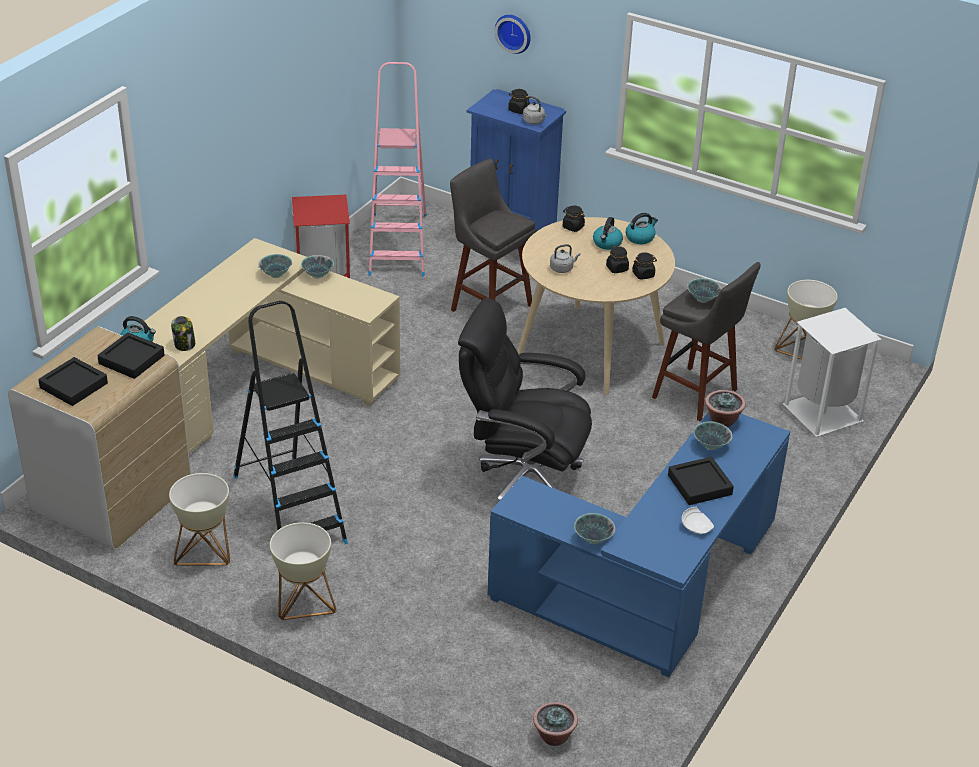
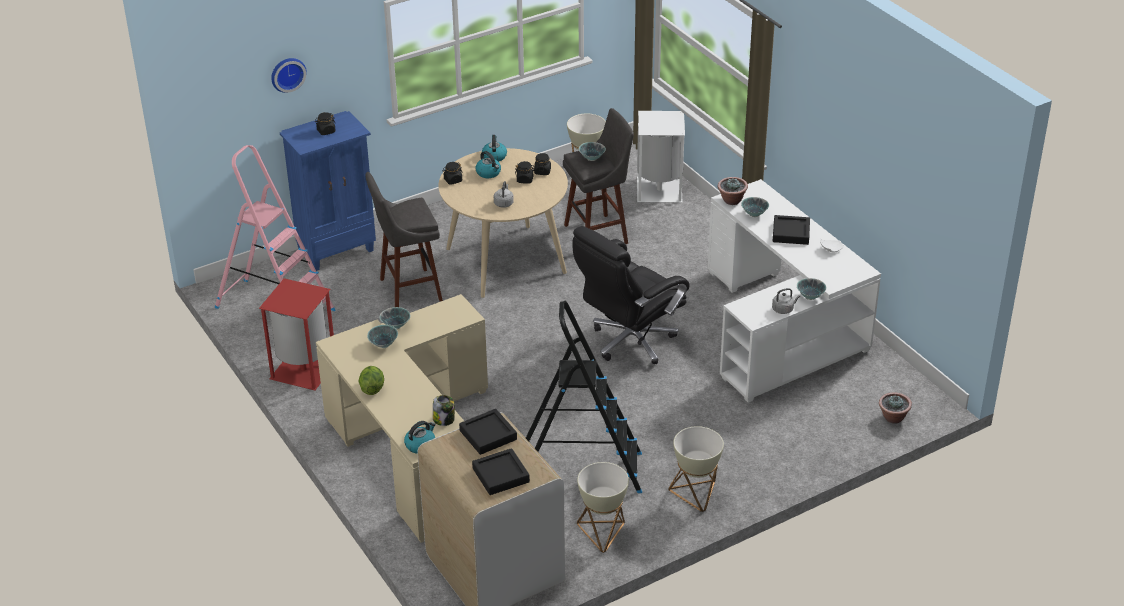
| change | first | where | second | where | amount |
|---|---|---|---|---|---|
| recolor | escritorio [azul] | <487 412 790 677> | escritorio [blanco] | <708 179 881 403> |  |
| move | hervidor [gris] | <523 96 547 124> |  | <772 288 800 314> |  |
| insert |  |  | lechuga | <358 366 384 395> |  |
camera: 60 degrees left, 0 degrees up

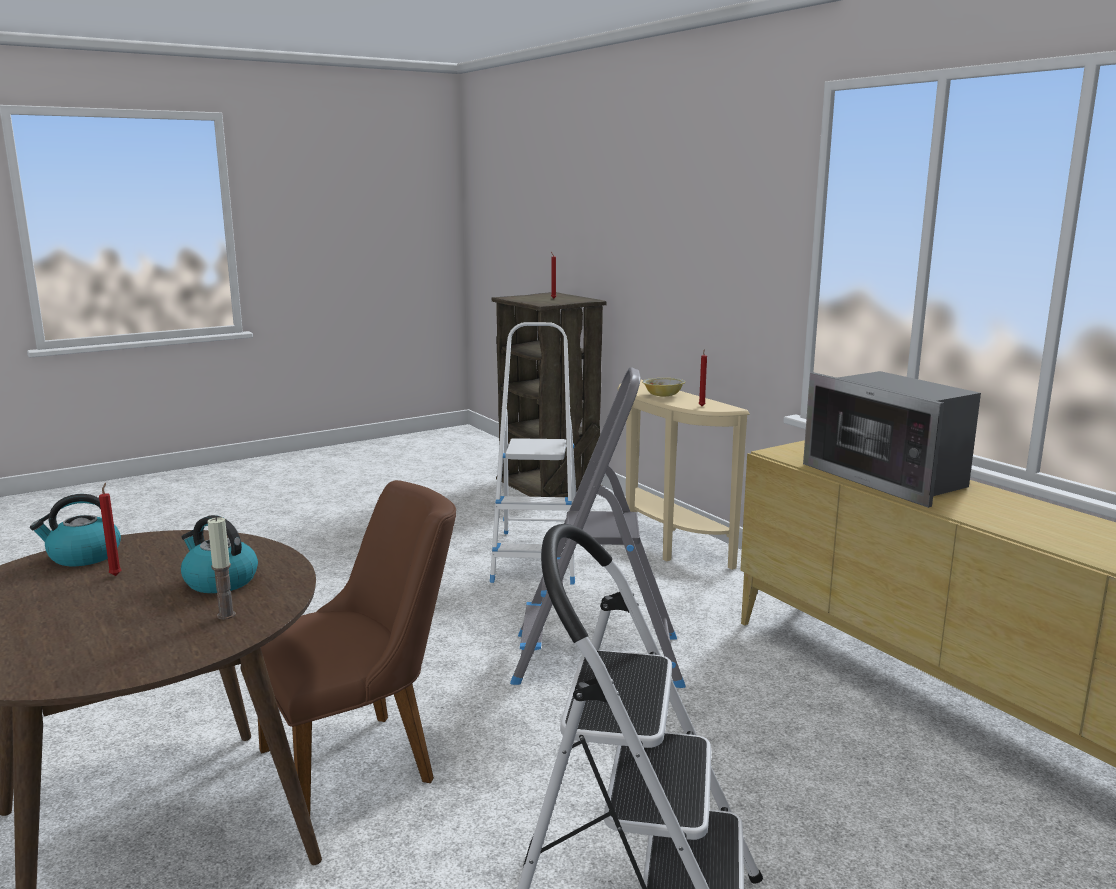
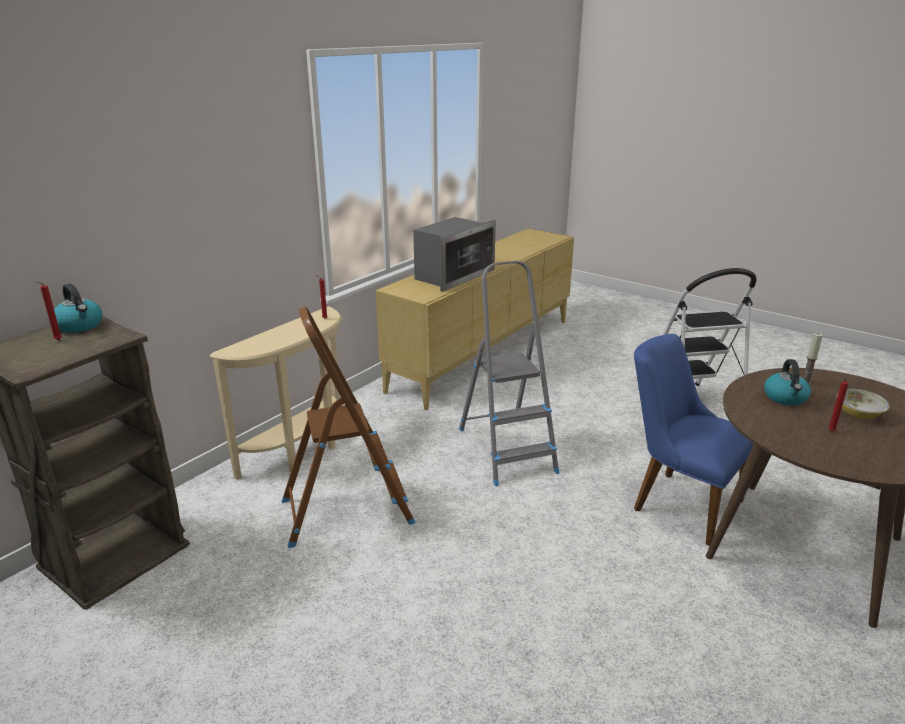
| change | first | where | second | where | amount |
|---|---|---|---|---|---|
| move | hervidor | <30 494 121 566> |  | <54 283 102 333> |  |
| recolor | silla [marrón] | <258 480 456 816> | silla [azul] | <634 334 754 546> |  |
| recolor | escalera de tijera [blanco] | <490 322 576 585> | escalera de tijera [marrón] | <282 306 416 548> |  |
| move | cuenco | <642 378 685 397> |  | <836 389 890 419> |  |
camera: 110 degrees left, 10 degrees up

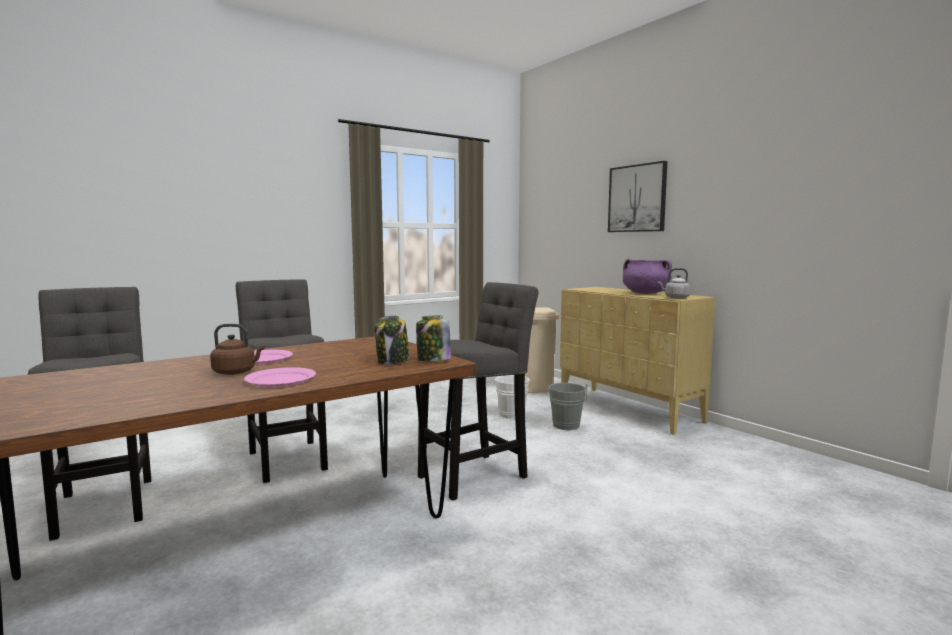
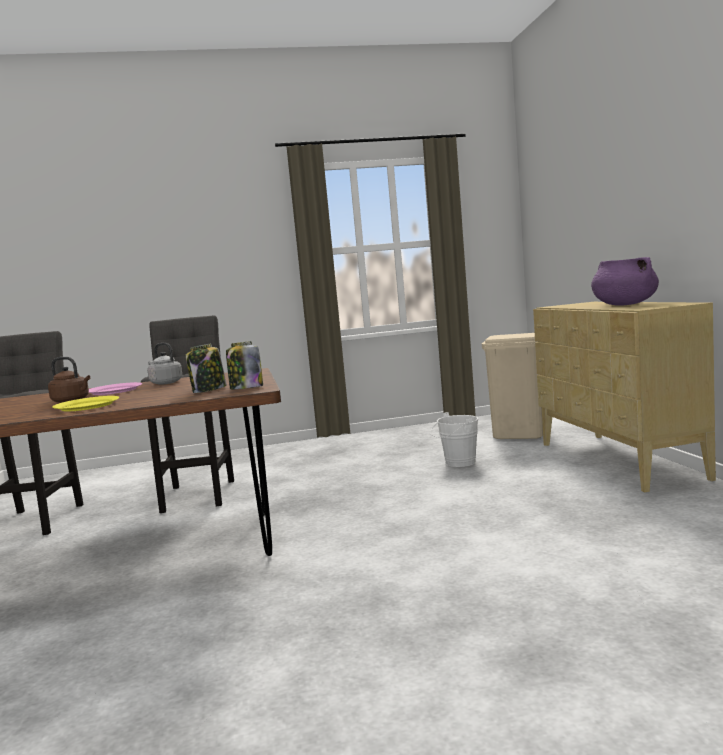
| change | first | where | second | where | amount |
|---|---|---|---|---|---|
| recolor | plato [rosa] | <244 367 316 387> | plato [amarillo] | <52 396 119 412> |  |
| delete | taburete [gris] | <418 282 538 501> |  |  |  |
| delete | cubo [gris] | <547 383 587 430> |  |  |  |
| delete | cuadro | <608 161 667 232> |  |  |  |
| move | hervidor [gris] | <658 268 691 299> |  | <147 343 182 385> |  |
camera: 25 degrees right, 0 degrees up

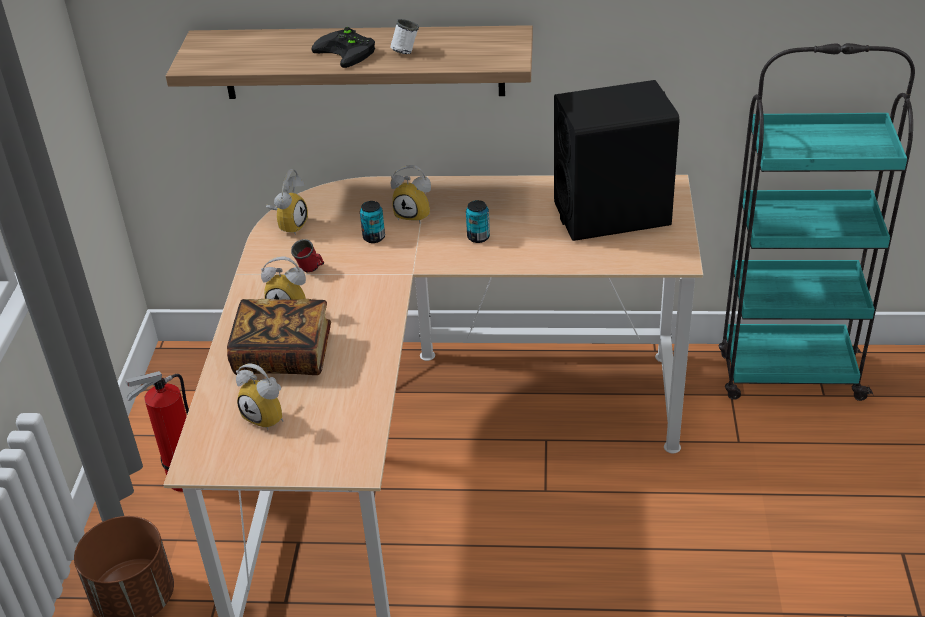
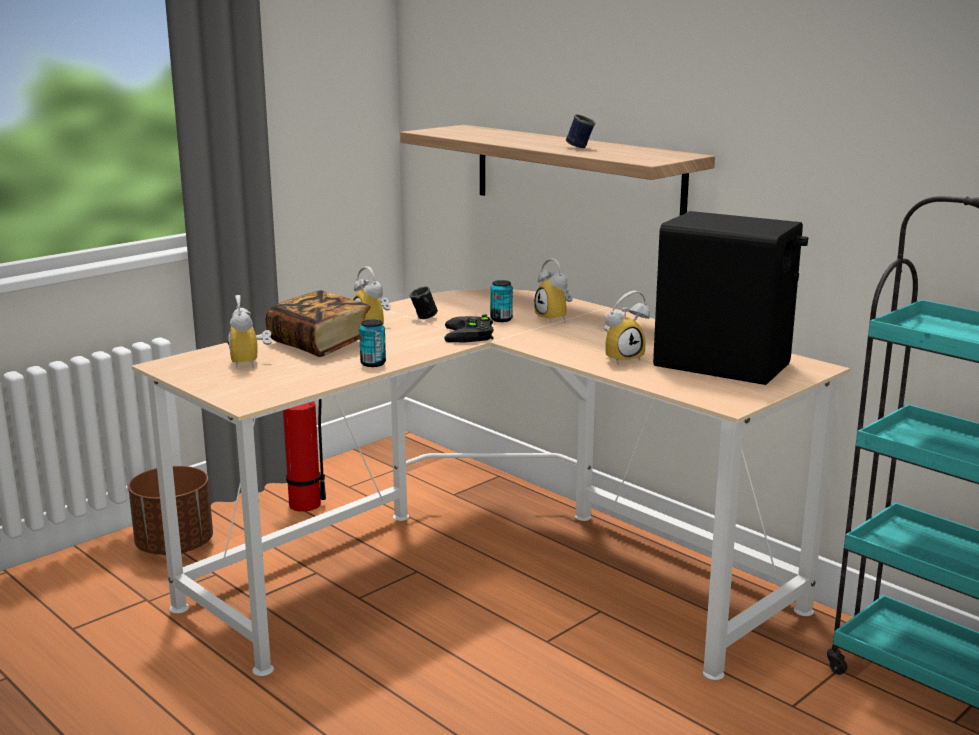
| change | first | where | second | where | amount |
|---|---|---|---|---|---|
| move | despertador | <266 169 308 235> |  | <604 291 650 365> |  |
| recolor | taza grande [rojo] | <291 239 324 272> | taza grande [negro] | <409 286 438 319> |  |
| move | mando de consola [negro] | <311 27 375 68> |  | <445 315 494 342> |  |
| recolor | taza grande [blanco] | <391 19 419 54> | taza grande [azul] | <566 114 595 148> |  |
| move | lata | <466 200 490 243> |  | <359 319 386 367> |  |
camera: 40 degrees right, 20 degrees down

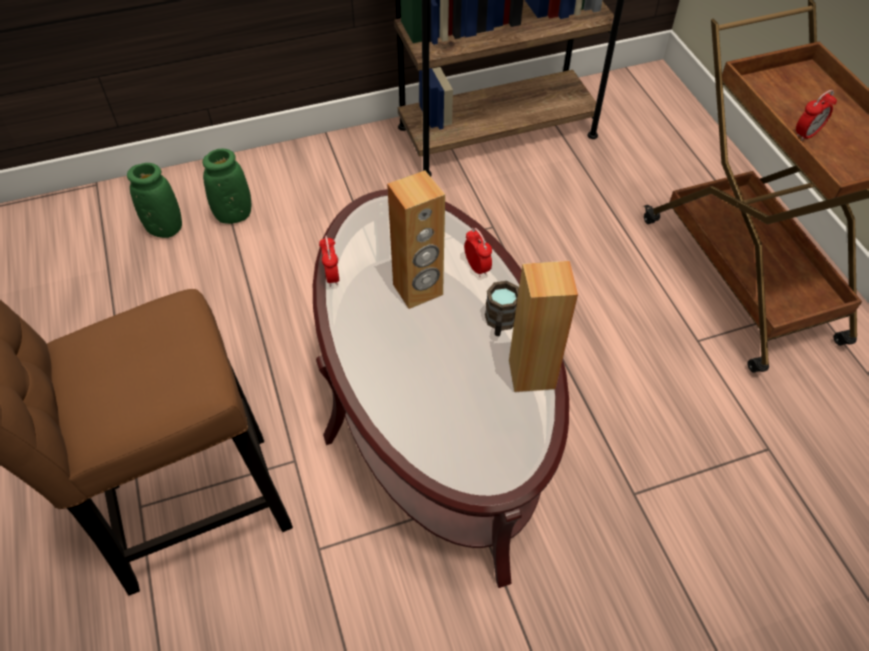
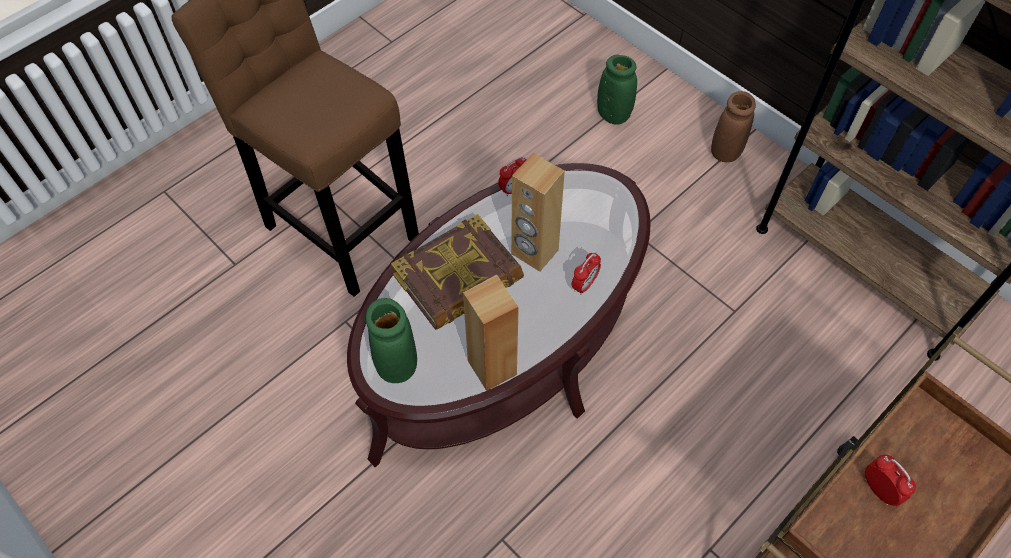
| change | first | where | second | where | amount |
|---|---|---|---|---|---|
| move | florero [verde] | <127 163 182 238> |  | <366 298 417 383> |  |
| delete | taza grande [marrón] | <485 281 519 336> |  |  |  |
| rotate | despertador | <796 90 837 141> |  | <865 455 916 506> | 150 degrees counterclockwise |
| insert |  |  | libro | <391 214 524 330> |  |
| insert |  |  | florero [marrón] | <711 91 756 162> |  |
camera: 65 degrees right, 5 degrees up

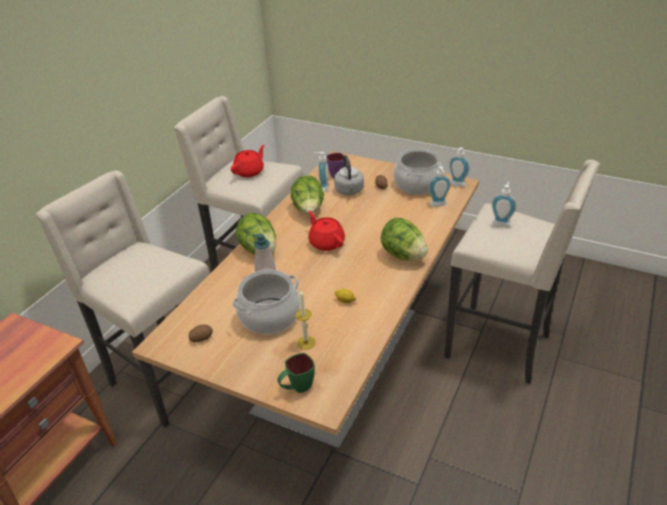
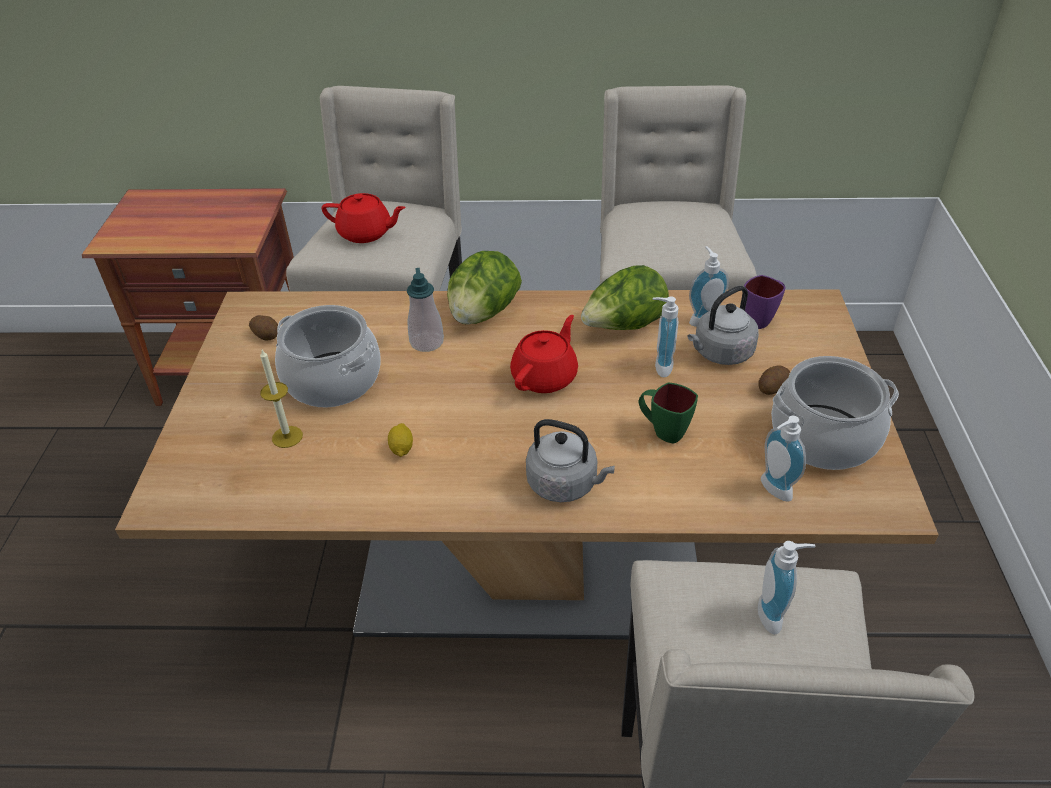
| change | first | where | second | where | amount |
|---|---|---|---|---|---|
| move | tetera [rojo] | <231 145 265 177> |  | <322 193 406 243> |  |
| move | taza grande [verde] | <277 353 315 393> |  | <639 382 698 444> |  |
| replace | lechuga | <381 218 428 261> | hervidor [gris] | <526 419 615 502> |  |
| move | dispensador de jabón | <449 147 470 187> |  | <653 296 678 378> |  |
camera: 65 degrees right, 5 degrees up

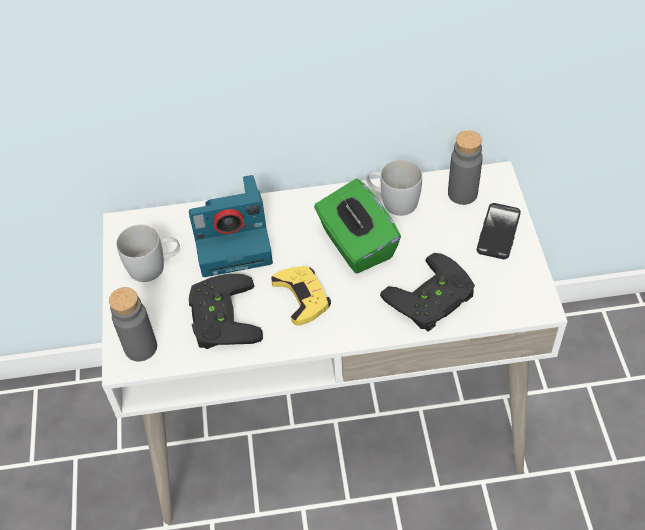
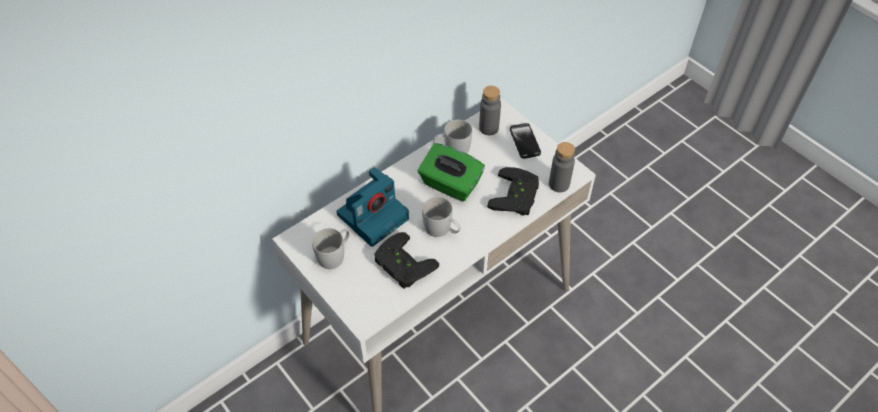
| change | first | where | second | where | amount |
|---|---|---|---|---|---|
| move | botella [gris] | <109 287 157 362> |  | <549 142 575 192> |  |
| replace | mando de consola [amarillo] | <271 266 331 325> | taza grande [blanco] | <422 197 461 237> |  |
camera: 35 degrees left, 0 degrees up

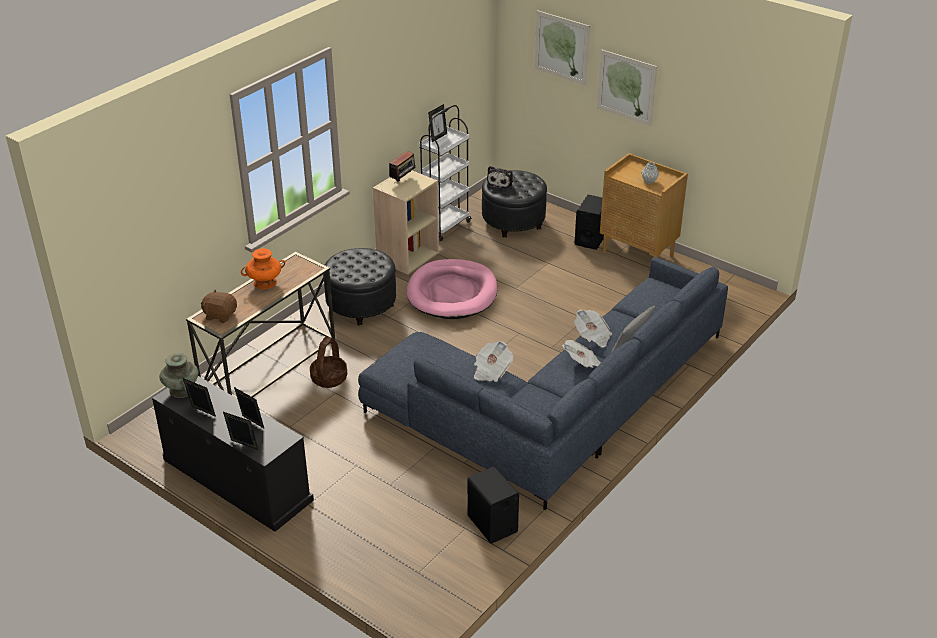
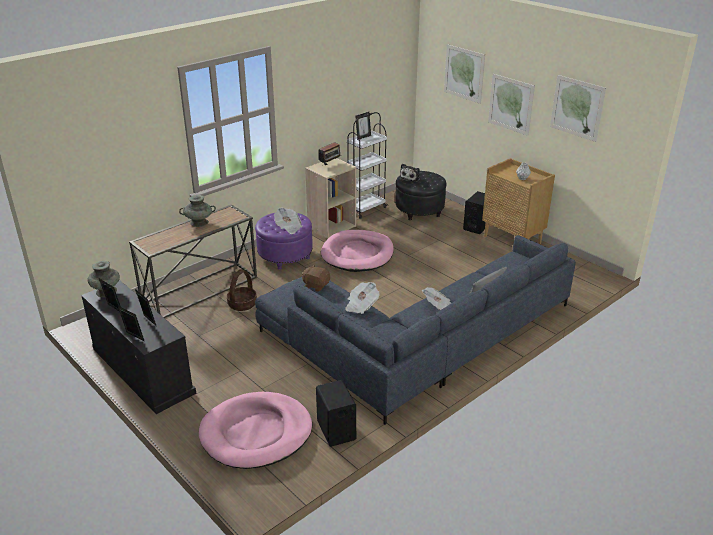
| change | first | where | second | where | amount |
|---|---|---|---|---|---|
| move | peluche [marrón] | <201 290 237 323> |  | <302 265 330 292> |  |
| recolor | florero [naranja] | <241 248 285 289> | florero [turquesa] | <179 195 216 227> |  |
| recolor | puf [negro] | <323 248 396 325> | puf [morado] | <255 213 313 270> |  |
| move | periódico | <574 309 612 348> |  | <274 207 303 234> |  |
| insert |  |  | cama para perro [rosa] | <199 392 312 469> |  |
| insert |  |  | cuadro | <550 75 606 142> |  |
camera: 10 degrees right, 5 degrees down

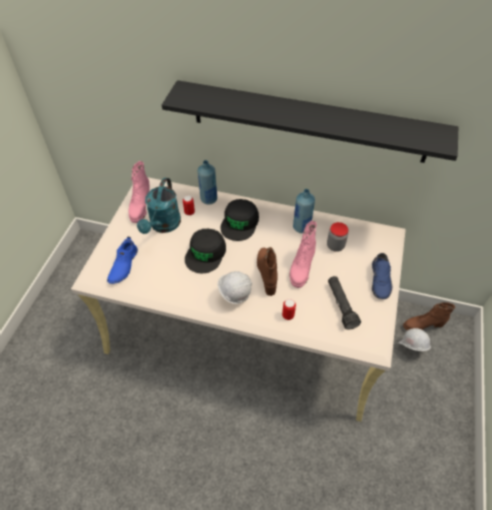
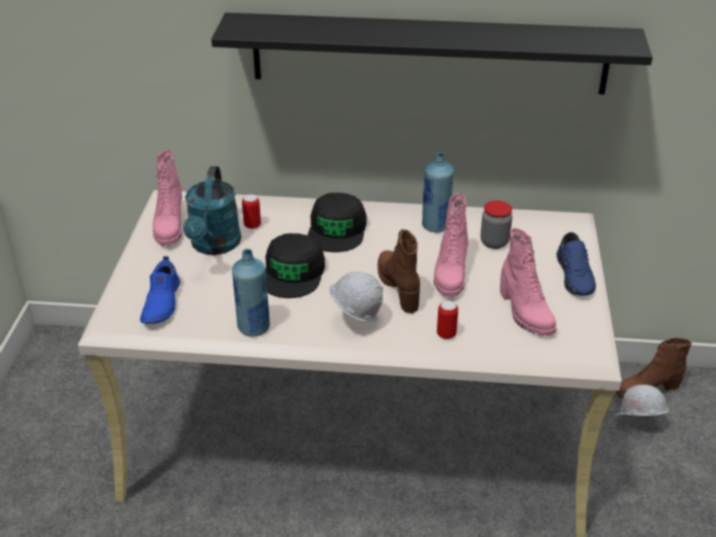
| change | first | where | second | where | amount |
|---|---|---|---|---|---|
| move | botella [azul] | <198 160 217 204> |  | <232 249 270 337> |  |
| replace | linterna [negro] | <328 276 361 330> | bota [rosa] | <500 228 557 336> |  |
camera: 10 degrees left, 15 degrees down

